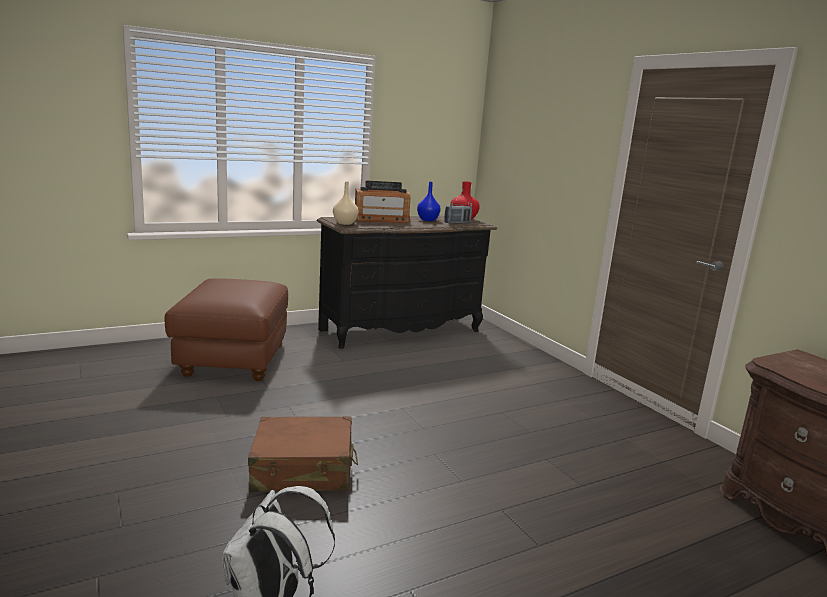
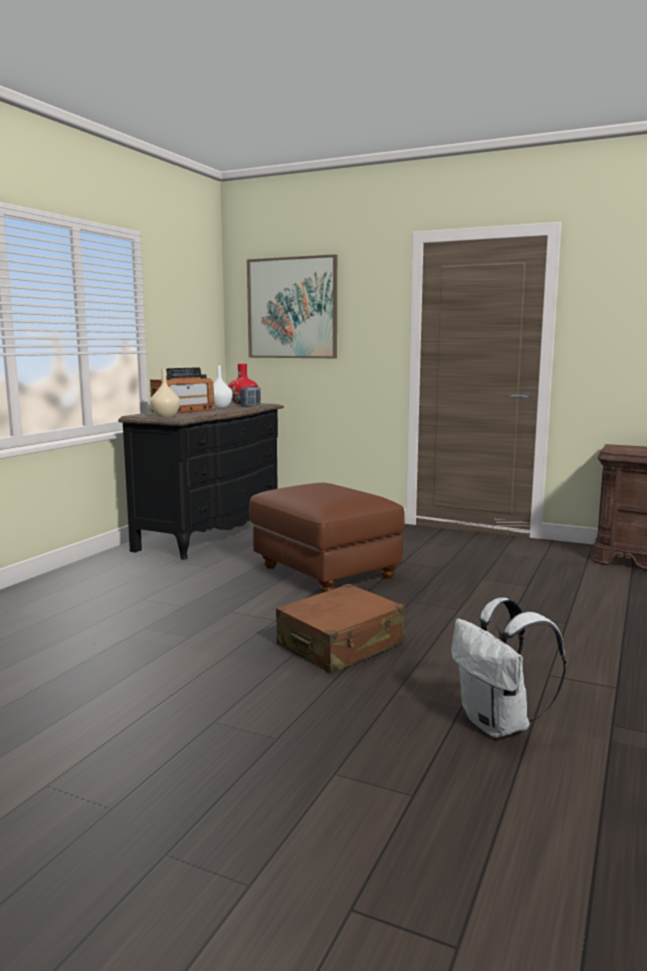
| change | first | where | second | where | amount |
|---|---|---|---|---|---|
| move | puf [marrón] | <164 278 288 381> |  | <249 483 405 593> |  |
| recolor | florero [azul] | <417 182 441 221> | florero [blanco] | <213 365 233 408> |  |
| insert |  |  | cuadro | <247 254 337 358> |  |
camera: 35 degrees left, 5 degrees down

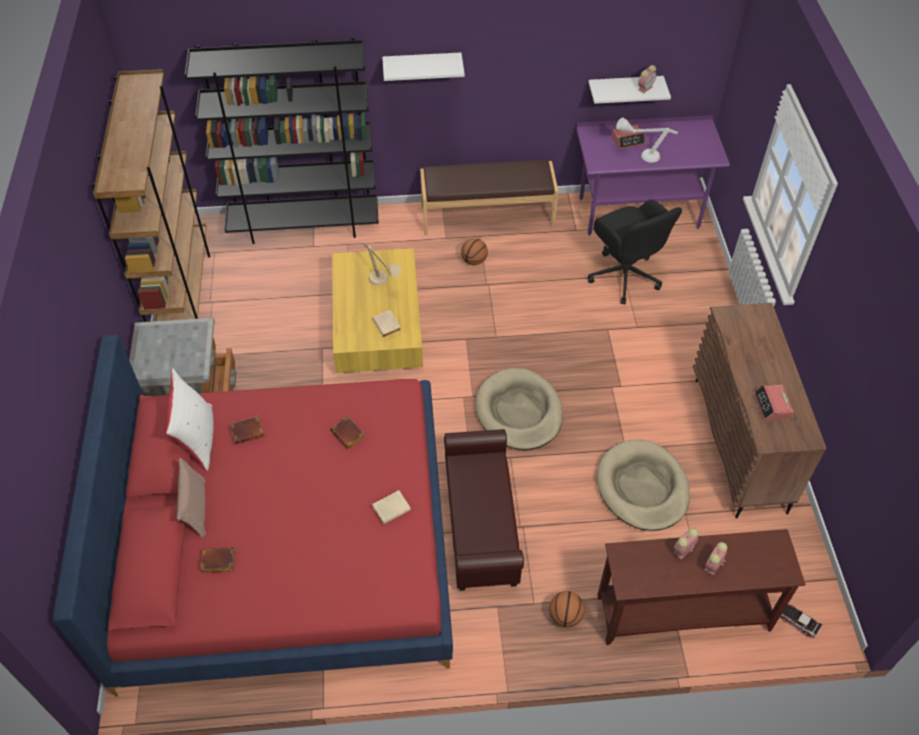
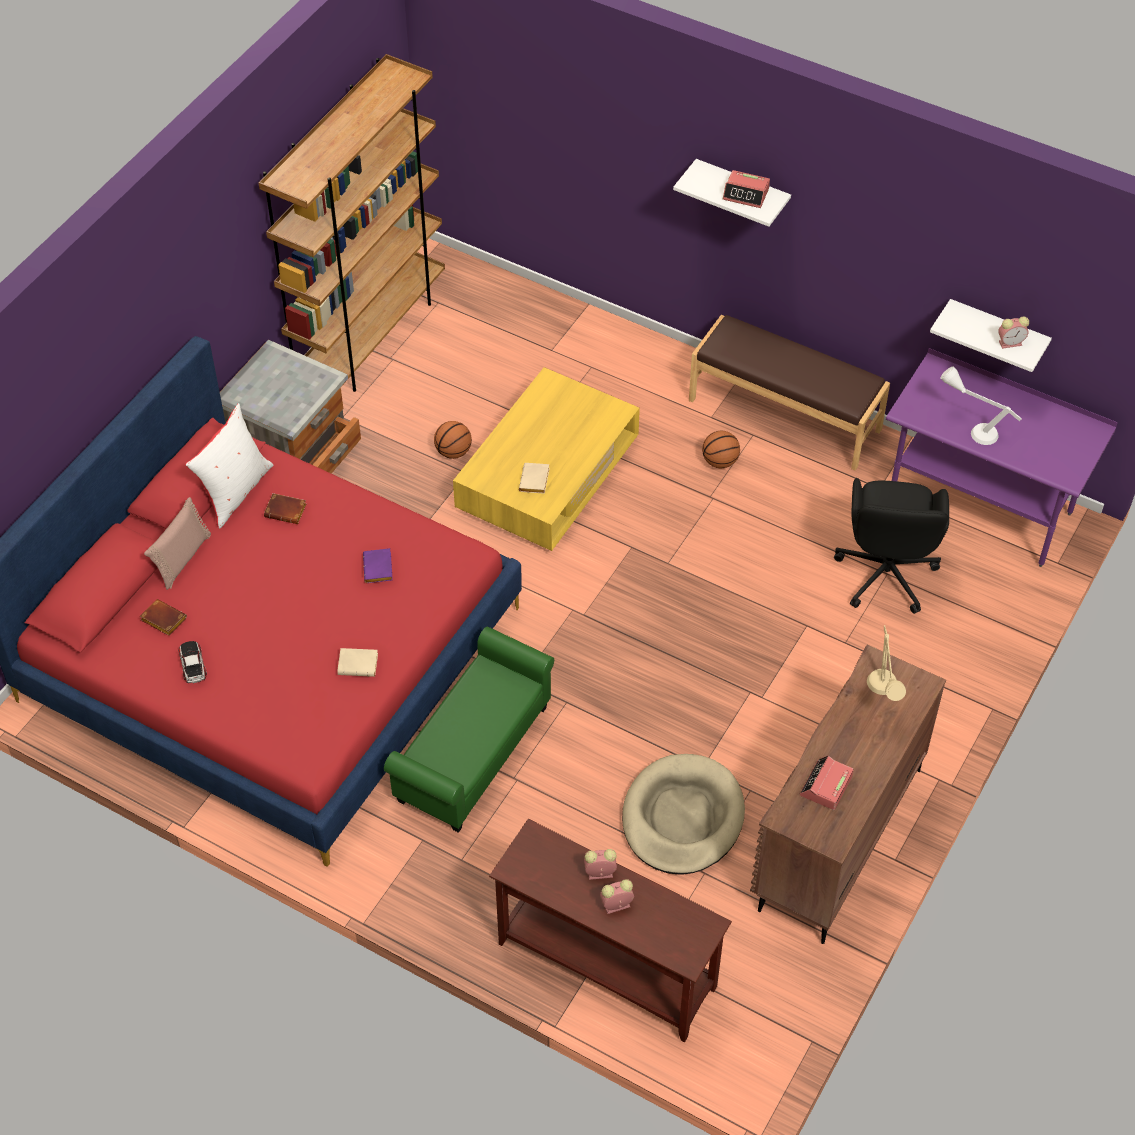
| change | first | where | second | where | amount |
|---|---|---|---|---|---|
| delete | estantería [negro] | <185 37 379 244> |  |  |  |
| recolor | libro [marrón] | <330 416 366 449> | libro [morado] | <363 548 393 583> |  |
| move | lámpara de mesa [beis] | <364 243 402 286> |  | <867 625 906 701> |  |
| recolor | puf [marrón] | <444 429 524 591> | puf [verde] | <384 626 554 833> |  |
| delete | cama para perro [beis] | <476 368 563 450> |  |  |  |
| move | balón de baloncesto | <549 591 585 628> |  | <434 421 472 459> |  |
| move | despertador | <612 125 645 150> |  | <723 170 770 208> |  |
| move | coche de juguete | <780 605 822 638> |  | <178 641 207 684> |  |
camera: 35 degrees right, 0 degrees up

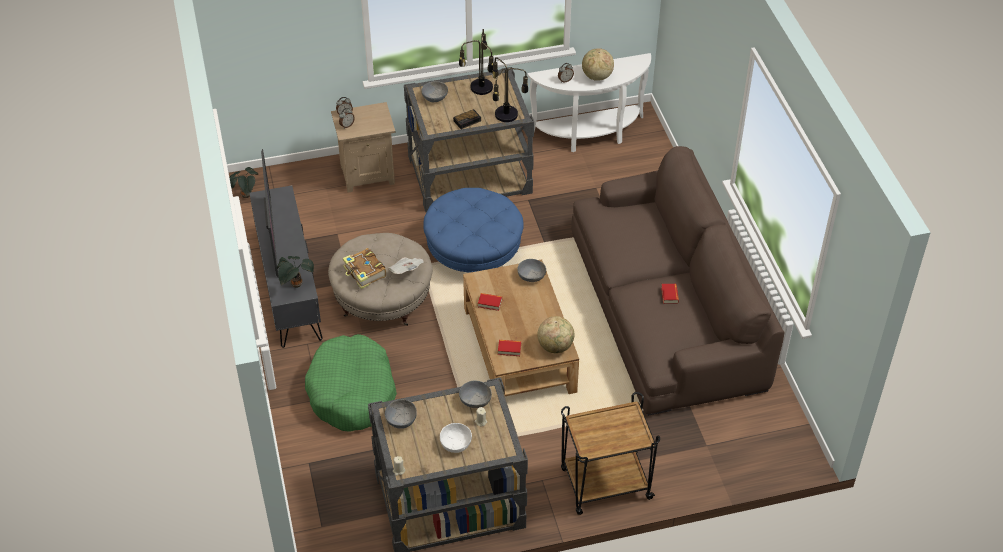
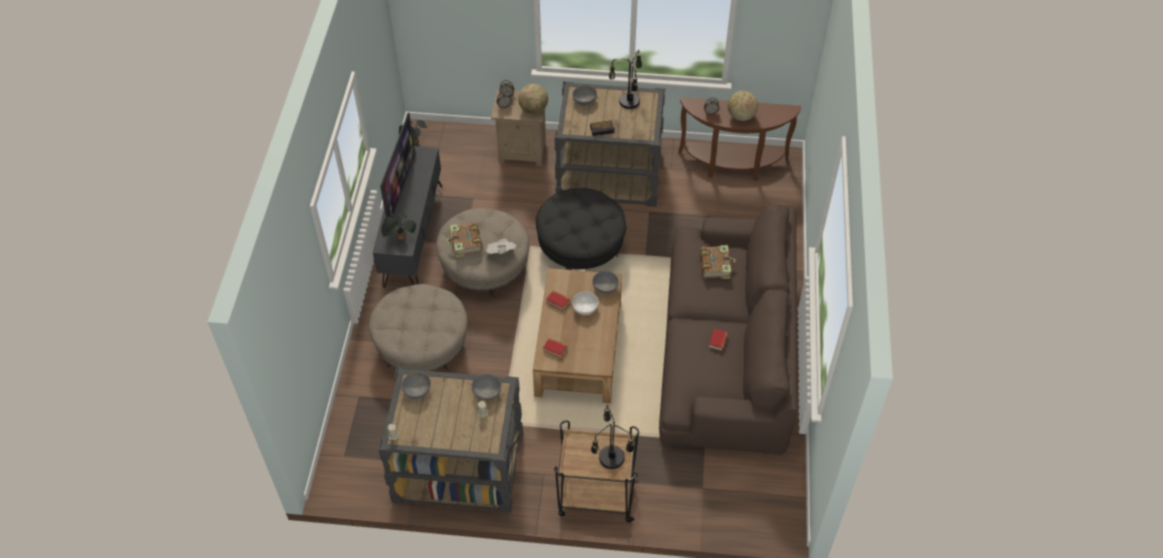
| change | first | where | second | where | amount |
|---|---|---|---|---|---|
| replace | cama para perro [verde] | <305 334 397 432> | puf [beis] | <369 284 468 371> |  |
| recolor | puf [azul] | <424 188 524 273> | puf [negro] | <536 188 626 270> |  |
| move | cuenco [blanco] | <440 423 472 453> |  | <572 291 599 315> |  |
| move | lámpara de mesa | <492 57 528 122> |  | <591 405 634 469> |  |
| recolor | mesa consola [blanco] | <527 53 651 152> | mesa consola [marrón] | <678 97 801 181> |  |
| move | globo terráqueo | <537 316 574 353> |  | <518 84 548 114> |  |
| insert |  |  | libro | <700 245 736 279> |  |
camera: 20 degrees right, 5 degrees up

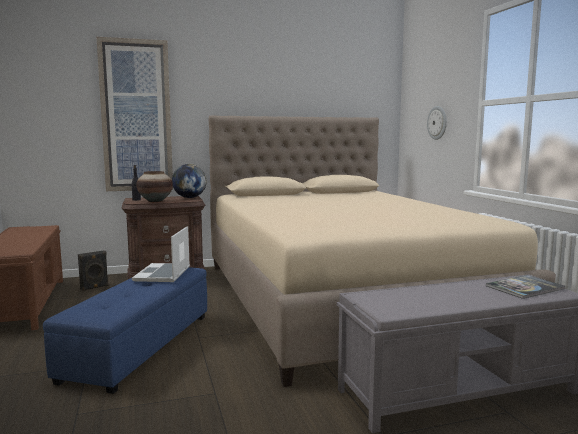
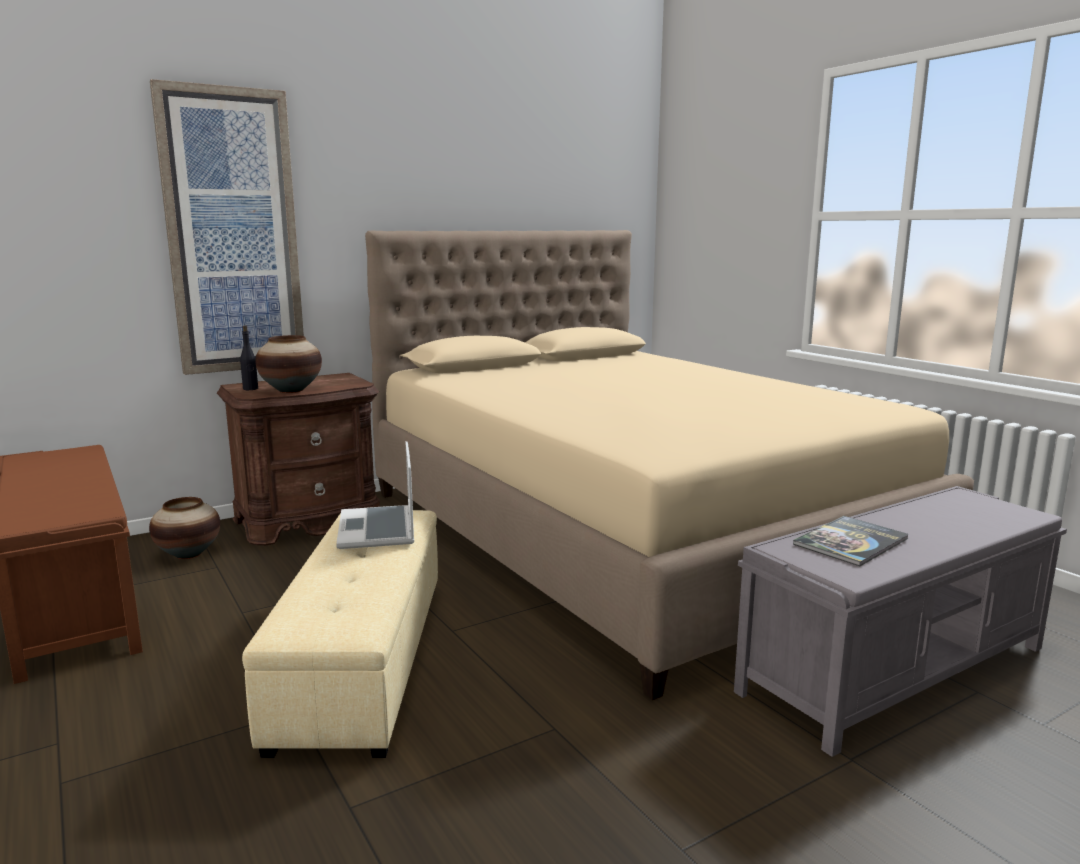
| change | first | where | second | where | amount |
|---|---|---|---|---|---|
| recolor | puf [azul] | <43 267 207 394> | puf [beis] | <242 510 438 758> |  |
| replace | altavoz [negro] | <78 250 108 291> | florero | <149 497 220 559> |  |
| delete | globo terráqueo | <172 164 206 198> |  |  |  |
| delete | reloj de pared | <427 106 447 140> |  |  |  |
| move | libro | <486 275 565 299> |  | <793 516 909 566> |  |
camera: 15 degrees left, 5 degrees up

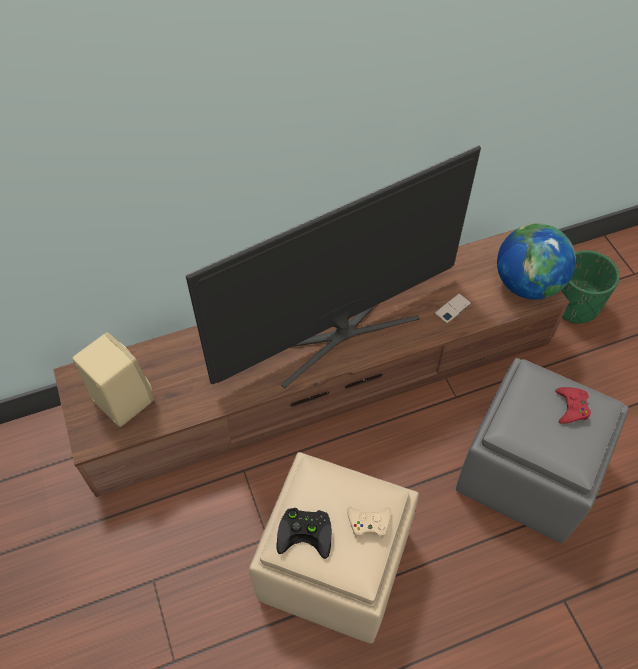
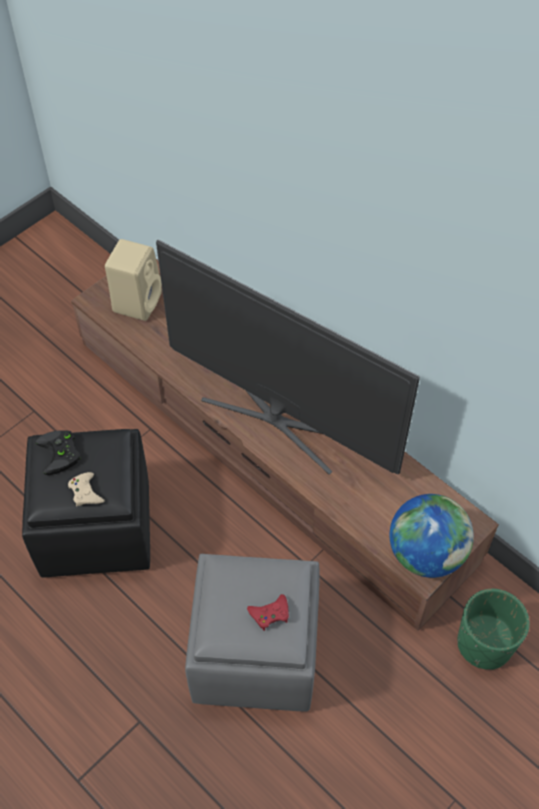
| change | first | where | second | where | amount |
|---|---|---|---|---|---|
| recolor | puf [beis] | <249 452 419 643> | puf [negro] | <22 429 150 577> |  |
| delete | móvil | <434 293 472 324> |  |  |  |
camera: 65 degrees right, 0 degrees up

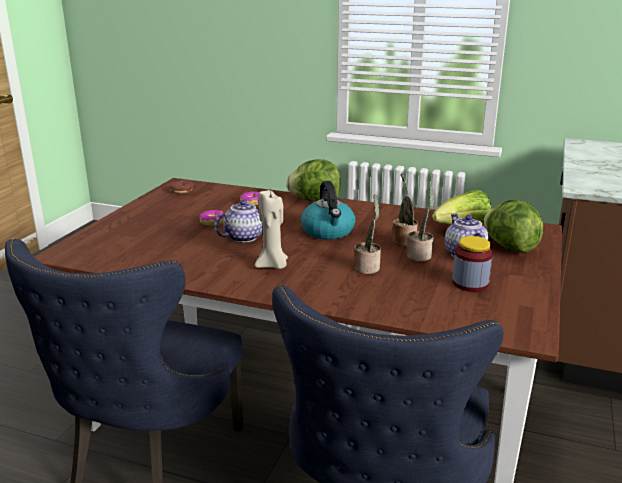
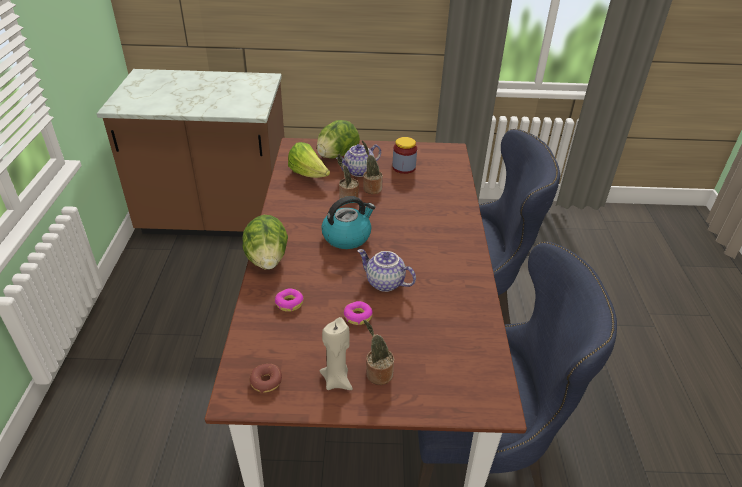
| change | first | where | second | where | amount |
|---|---|---|---|---|---|
| move | vela [beis] | <255 190 288 269> |  | <320 317 353 390> |  |
| move | planta en maceta | <354 194 381 274> |  | <363 320 394 385> |  |
camera: 110 degrees left, 15 degrees up

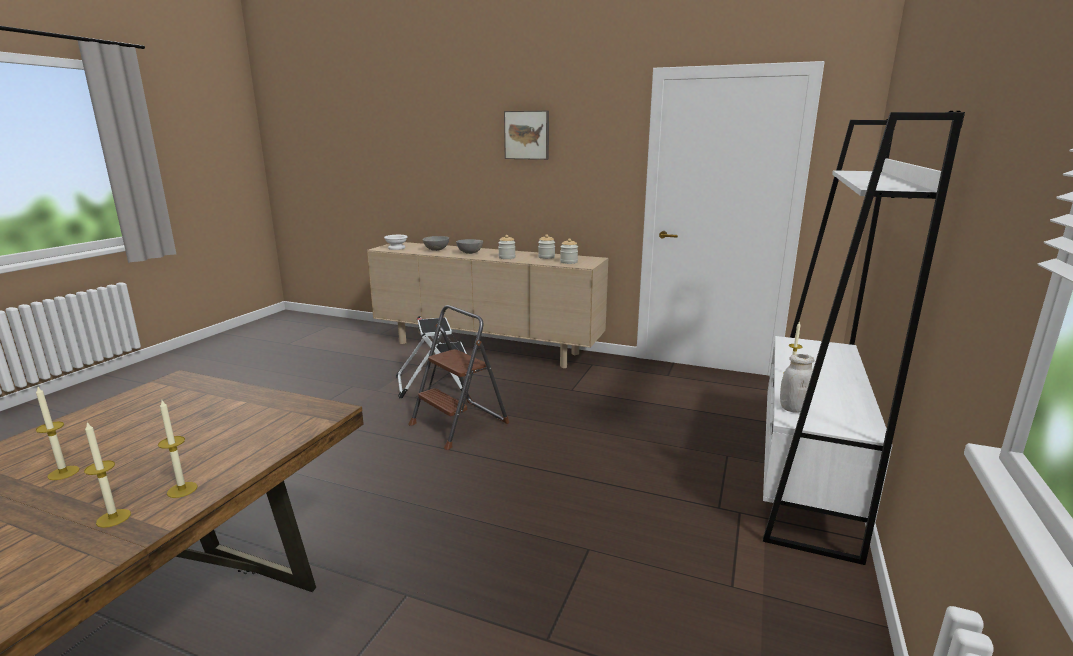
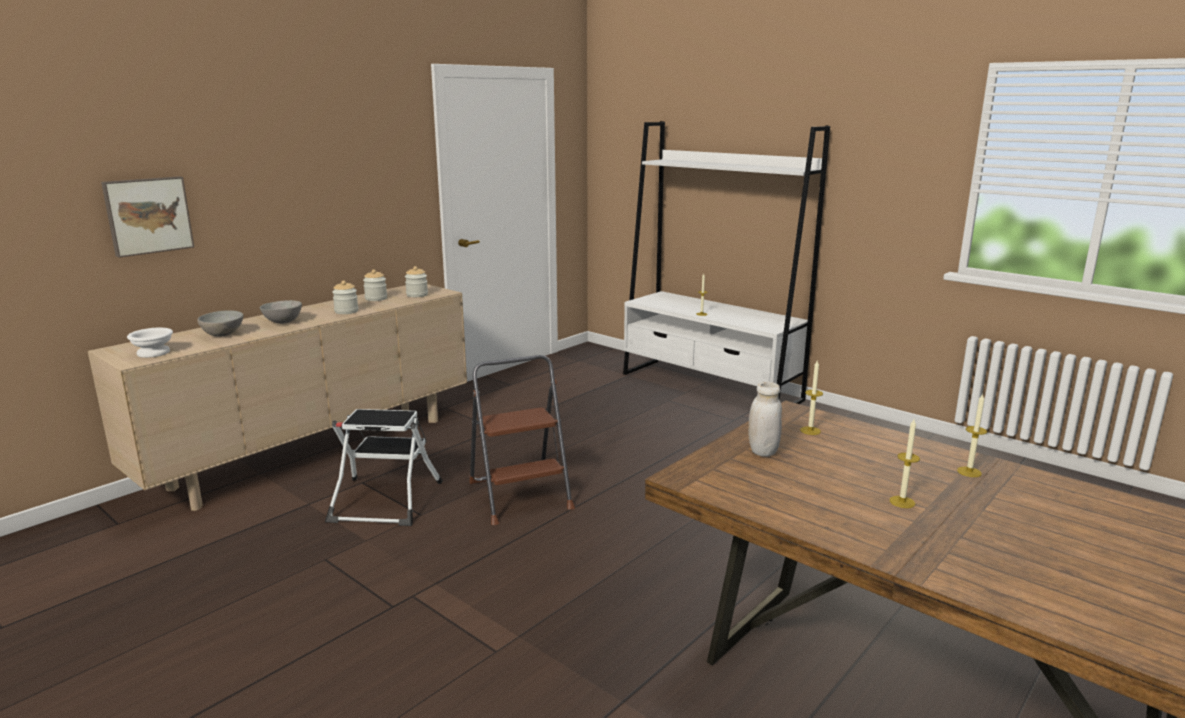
| change | first | where | second | where | amount |
|---|---|---|---|---|---|
| move | vela | <158 400 198 498> |  | <800 361 823 435> |  |
| move | cuadro | <504 110 549 160> |  | <101 176 194 258> |  |
| move | tarro [blanco] | <780 354 814 413> |  | <748 382 782 457> |  |
camera: 70 degrees left, 0 degrees up

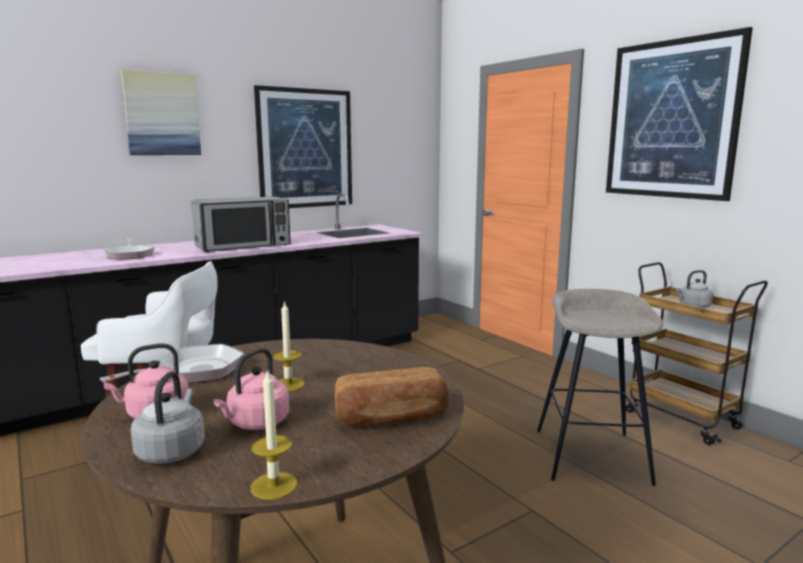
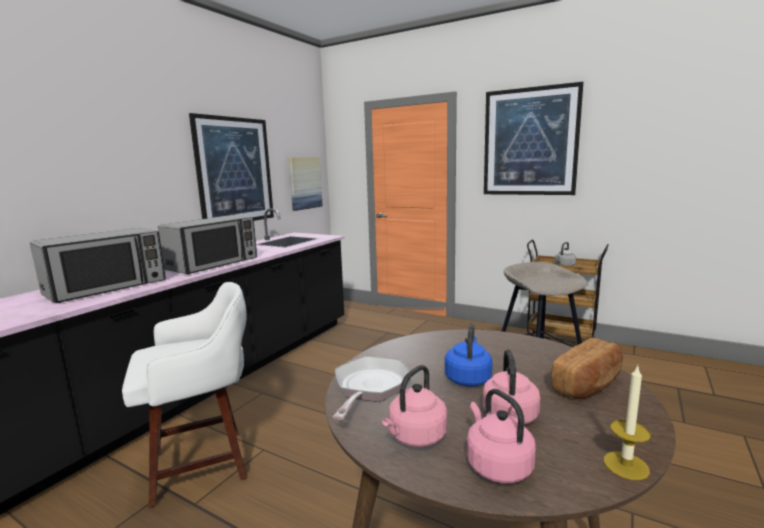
| change | first | where | second | where | amount |
|---|---|---|---|---|---|
| replace | sartén | <103 238 155 260> | microondas | <30 228 166 303> |  |
| move | cuadro | <121 69 201 155> |  | <289 157 323 211> |  |
| recolor | hervidor [gris] | <130 371 205 464> | hervidor [rosa] | <467 389 536 483> |  |
| replace | vela | <273 301 305 392> | hervidor [azul] | <445 323 493 387> |  |
camera: 25 degrees left, 0 degrees up

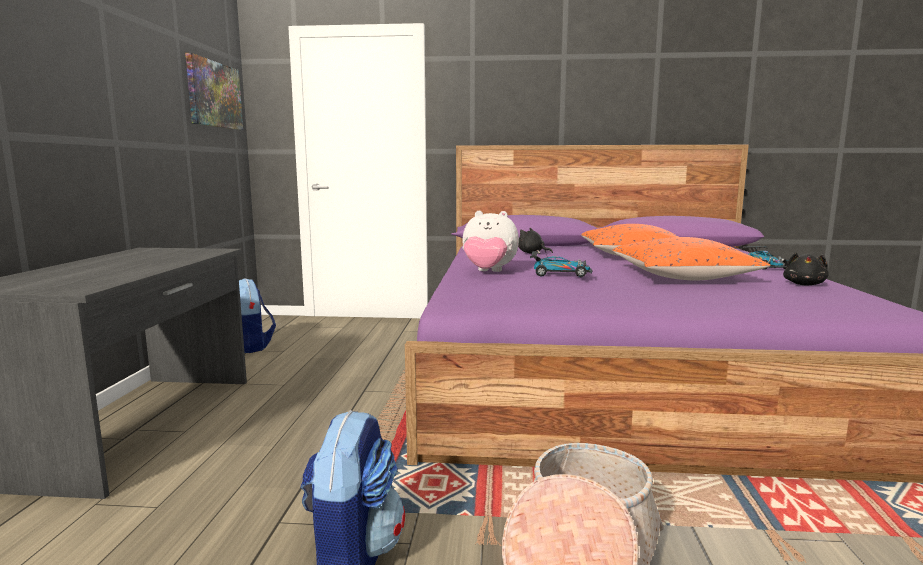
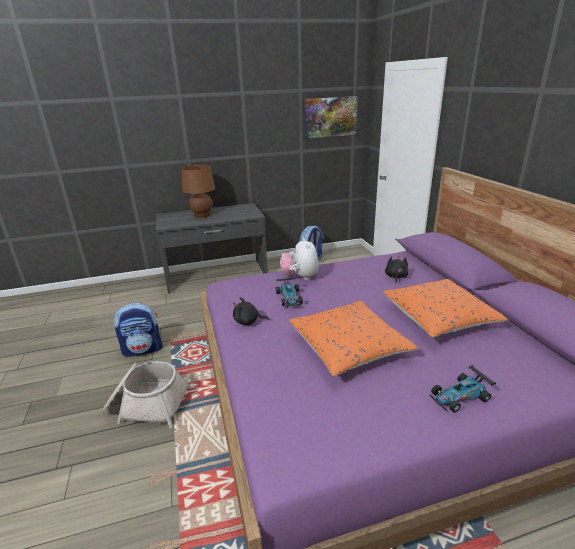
| change | first | where | second | where | amount |
|---|---|---|---|---|---|
| move | peluche [negro] | <783 252 829 285> |  | <233 297 270 325> |  |
| insert |  |  | lámpara de mesa [marrón] | <181 165 215 218> |  |
camera: 70 degrees right, 15 degrees up

